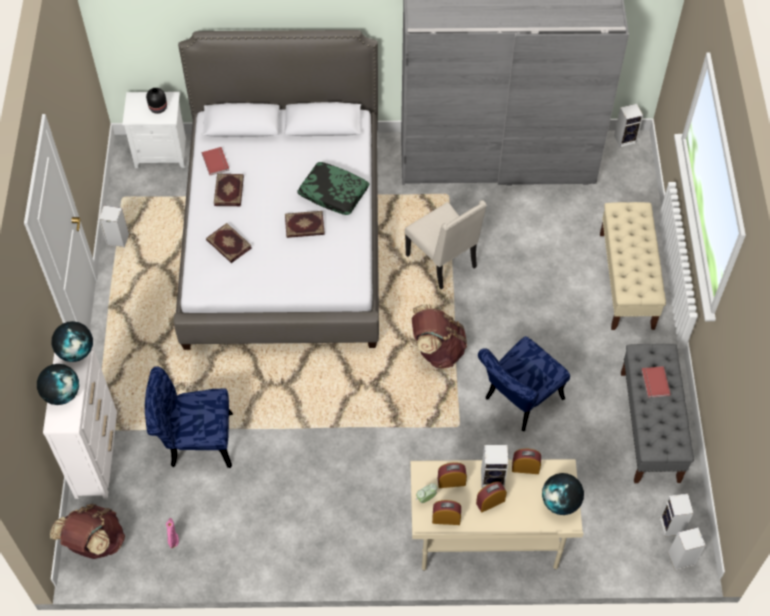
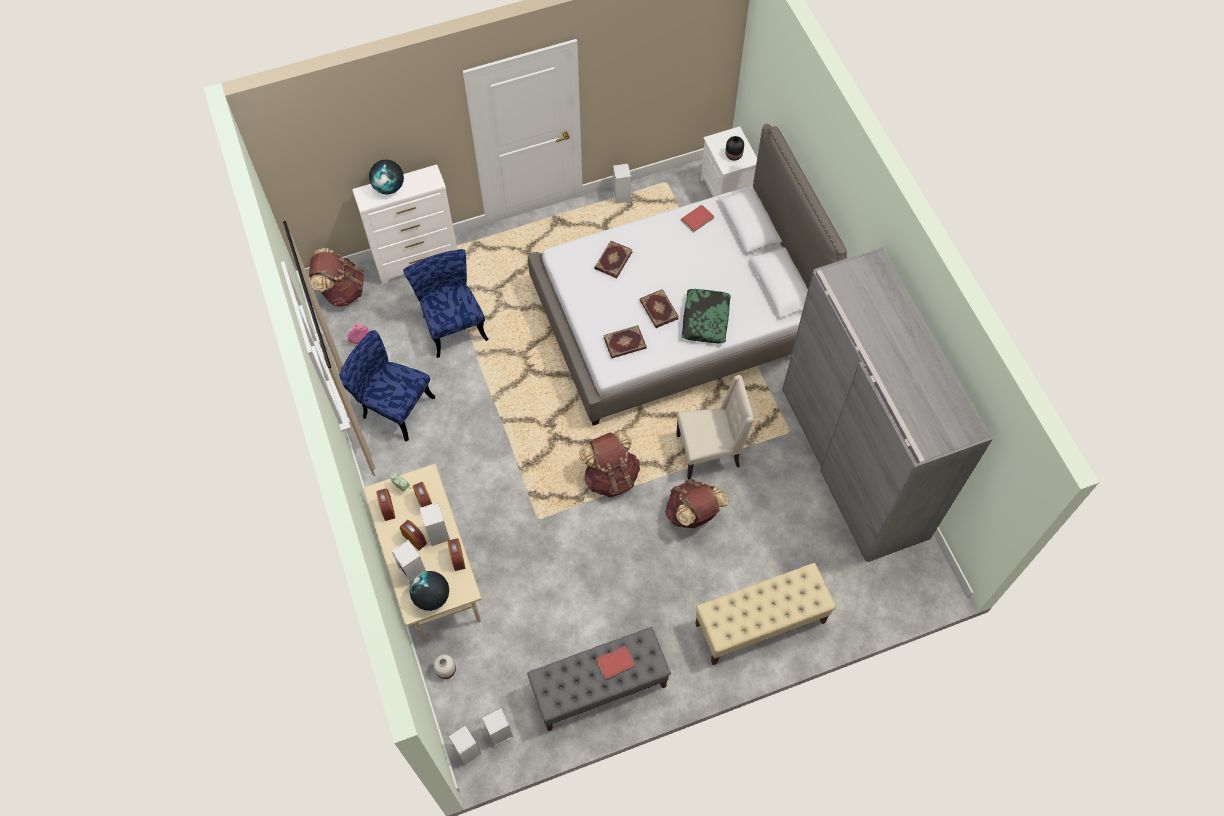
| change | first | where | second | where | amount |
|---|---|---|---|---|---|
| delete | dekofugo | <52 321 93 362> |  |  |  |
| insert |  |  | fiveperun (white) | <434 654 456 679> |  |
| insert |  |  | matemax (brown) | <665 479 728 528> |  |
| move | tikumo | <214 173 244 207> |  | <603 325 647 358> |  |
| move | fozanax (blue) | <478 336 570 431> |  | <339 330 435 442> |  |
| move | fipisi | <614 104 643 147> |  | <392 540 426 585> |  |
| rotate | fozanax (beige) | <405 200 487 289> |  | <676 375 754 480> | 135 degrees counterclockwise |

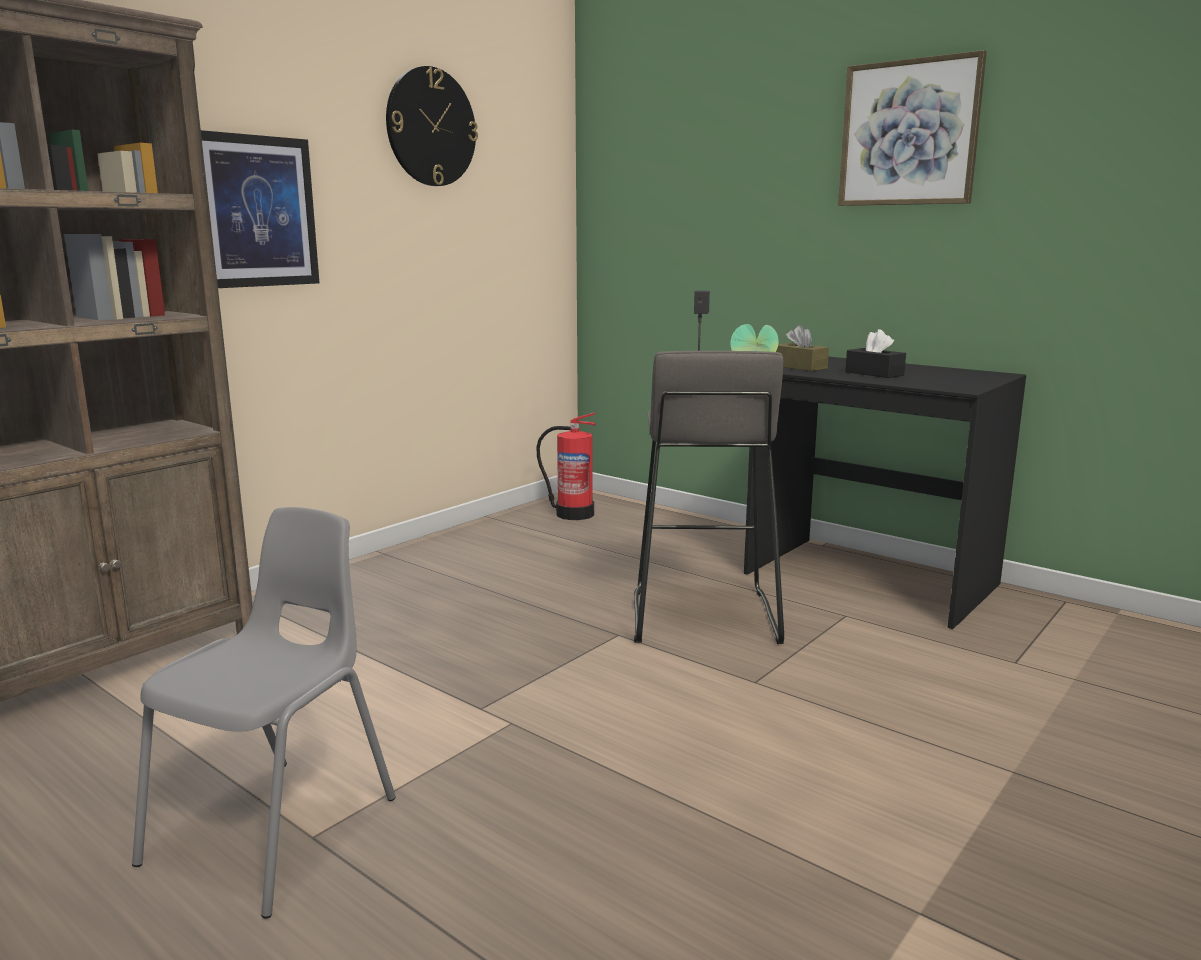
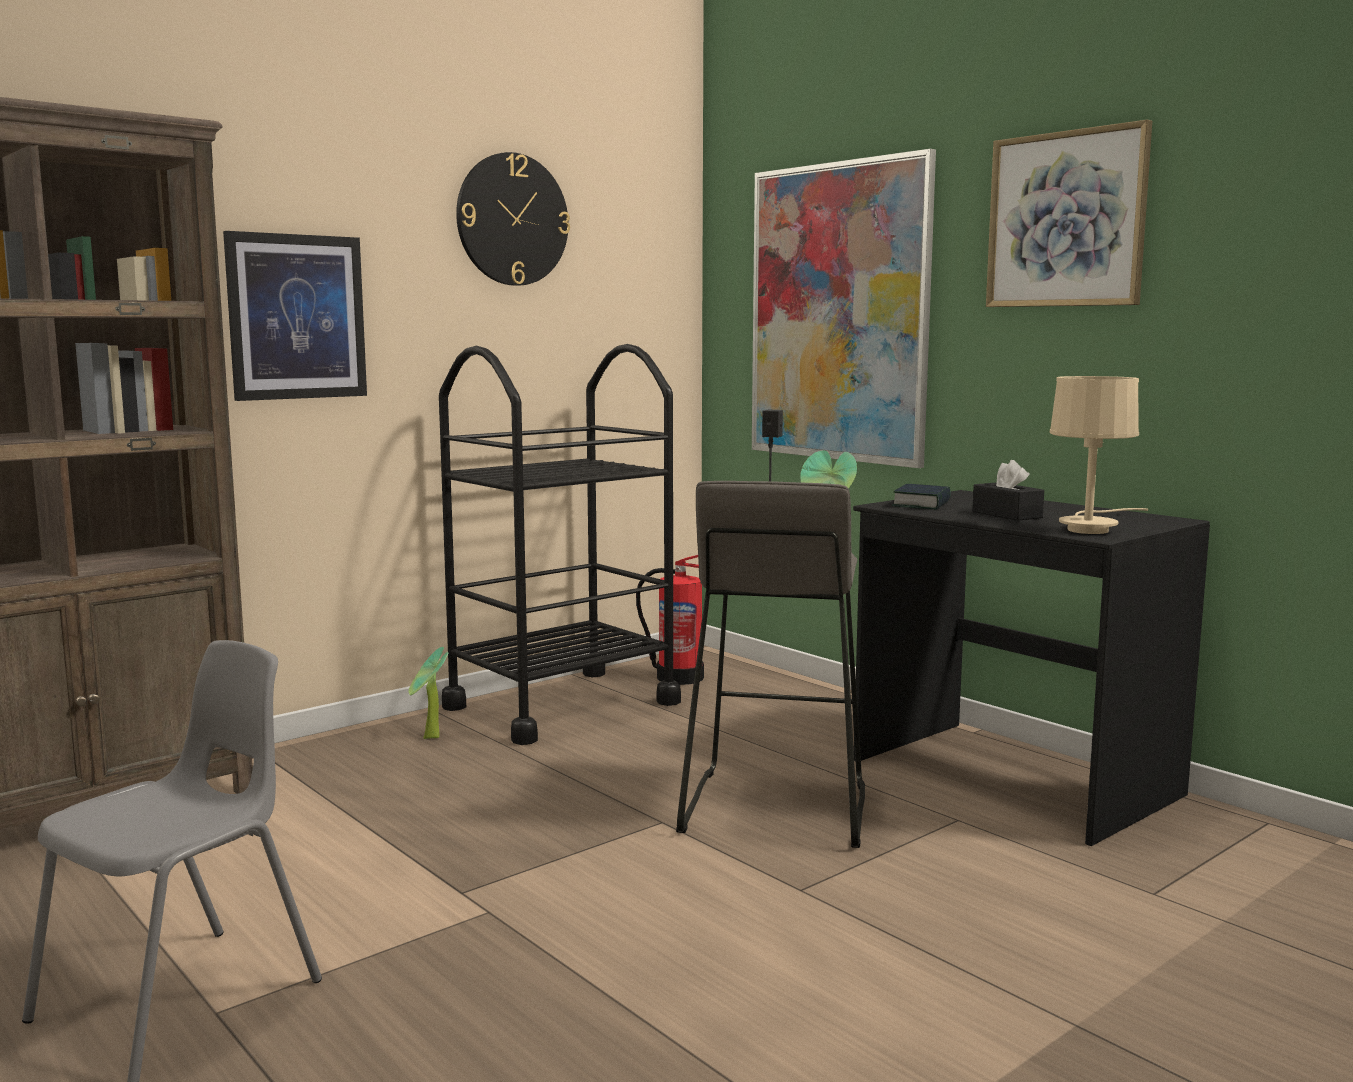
| change | first | where | second | where | amount |
|---|---|---|---|---|---|
| insert |  |  | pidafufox | <408 647 448 739> |  |
| insert |  |  | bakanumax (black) | <439 344 681 745> |  |
| insert |  |  | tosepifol | <752 149 936 468> |  |
| insert |  |  | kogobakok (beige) | <1050 376 1148 534> |  |
| replace | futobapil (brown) | <776 325 829 371> | tikumo | <892 484 951 510> |  |

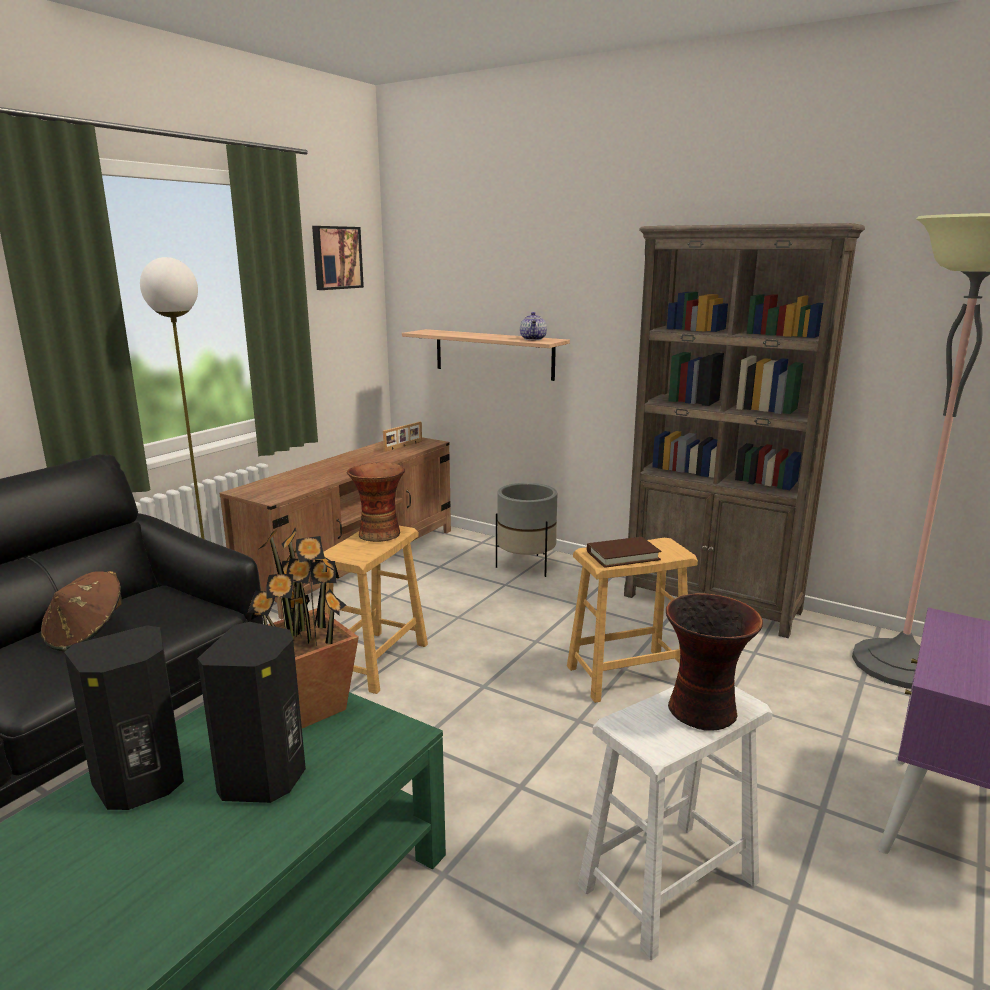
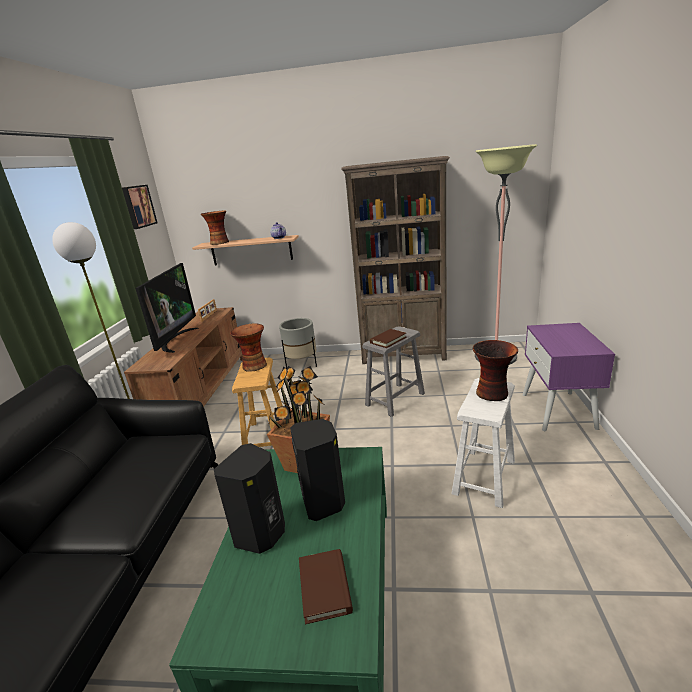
| change | first | where | second | where | amount |
|---|---|---|---|---|---|
| delete | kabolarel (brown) | <41 571 123 651> |  |  |  |
| insert |  |  | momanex | <135 263 198 353> |  |
| insert |  |  | fiveperun | <201 211 229 245> |  |
| insert |  |  | tikumo (brown) | <299 549 353 624> |  |
| recolor | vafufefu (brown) | <567 538 698 703> | vafufefu (grey) | <362 326 425 417> |  |

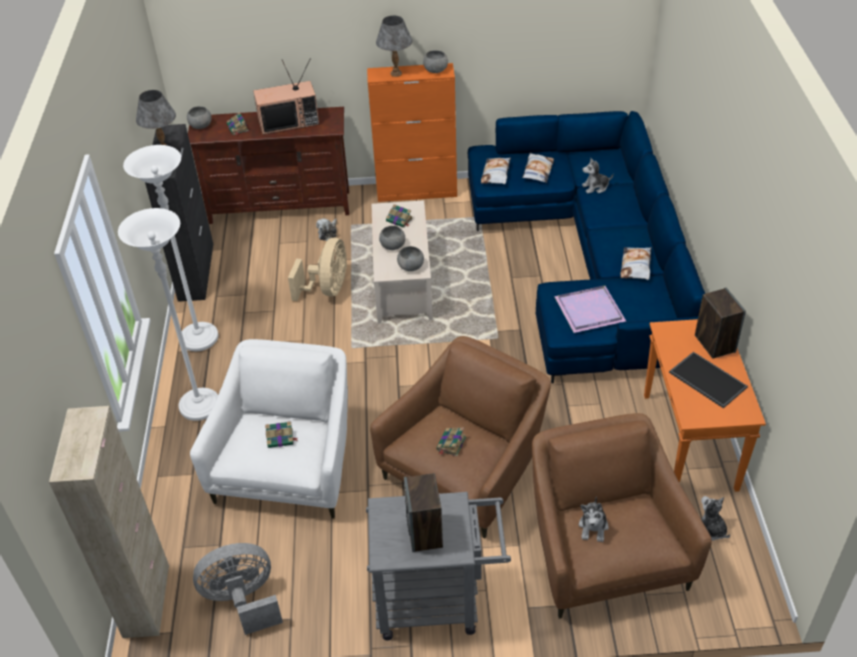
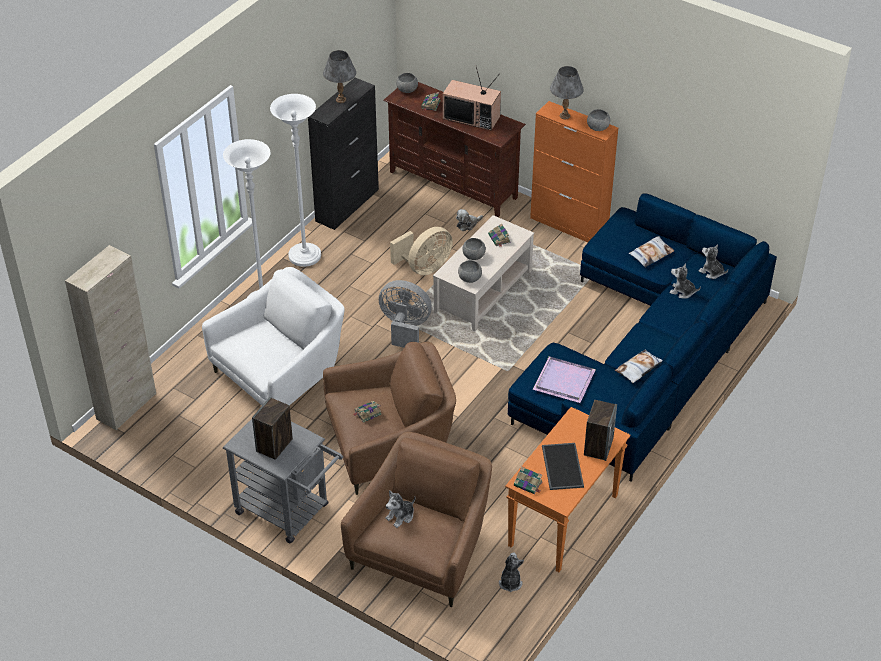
| change | first | where | second | where | amount |
|---|---|---|---|---|---|
| delete | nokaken | <481 158 511 184> |  |  |  |
| insert |  |  | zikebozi | <698 244 728 279> |  |
| move | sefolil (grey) | <193 543 283 635> |  | <379 280 432 348> |  |
| move | tikumo | <265 421 298 448> |  | <514 467 543 494> |  |

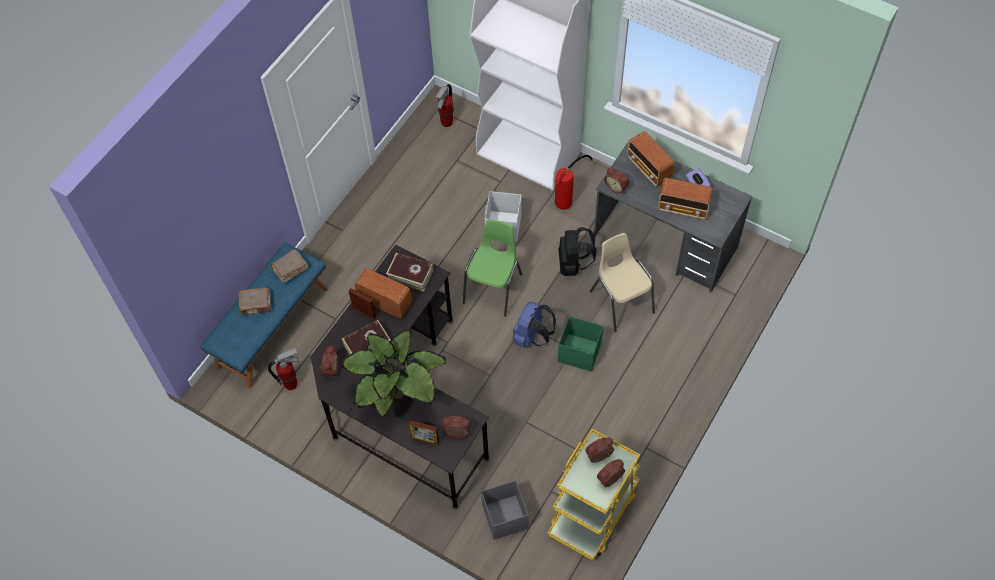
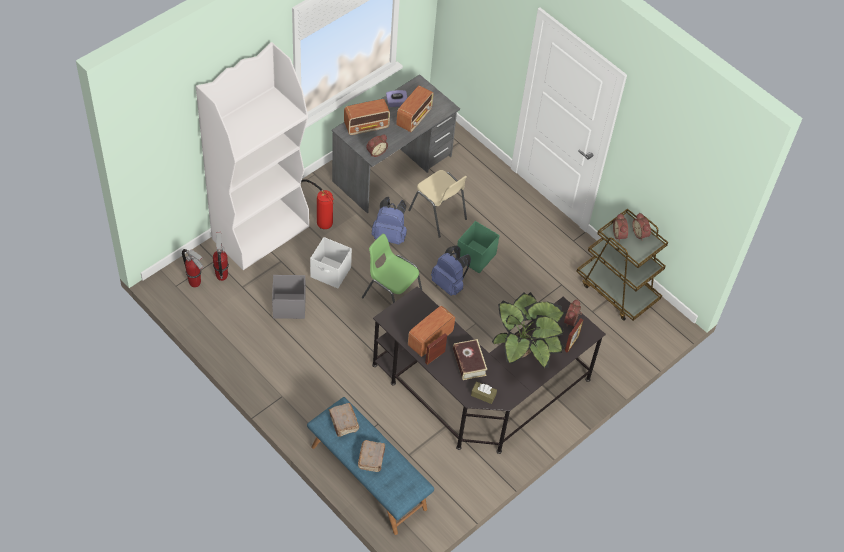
| change | first | where | second | where | amount |
|---|---|---|---|---|---|
| delete | tikumo | <386 253 434 292> |  |  |  |
| move | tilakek | <268 348 300 390> |  | <213 232 229 281> |  |
| move | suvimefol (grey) | <481 480 528 540> |  | <272 275 306 319> |  |
| replace | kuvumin | <320 345 339 378> | futobapil (brown) | <471 381 497 404> |  |
| recolor | bakanumax (yellow) | <547 429 640 561> | bakanumax (brown) | <576 209 668 321> |  |
| recolor | matemax (black) | <559 227 597 276> | matemax (blue) | <372 197 407 245> |  |
| rotate | fozanax (beige) | <590 233 655 332> |  | <408 170 467 238> | 120 degrees counterclockwise |

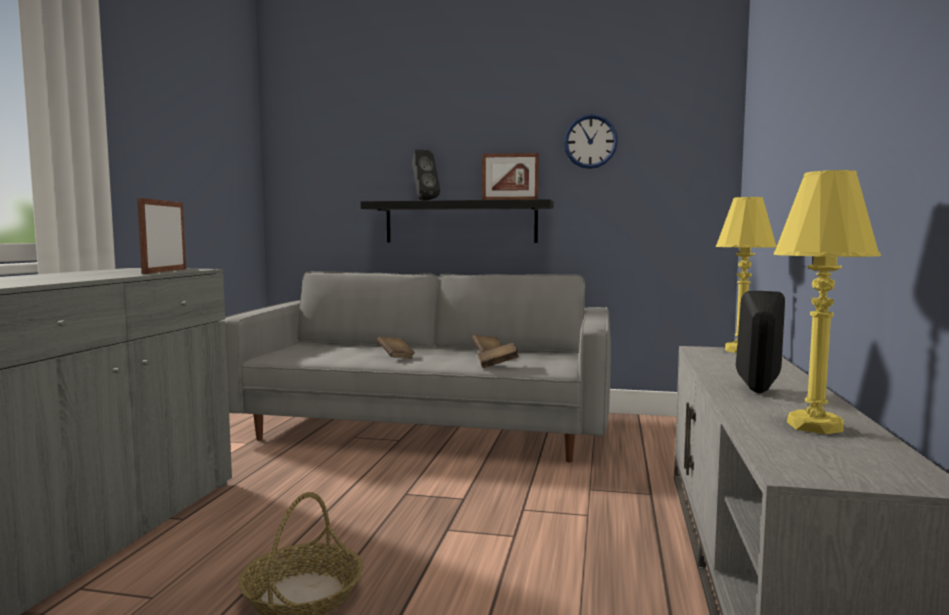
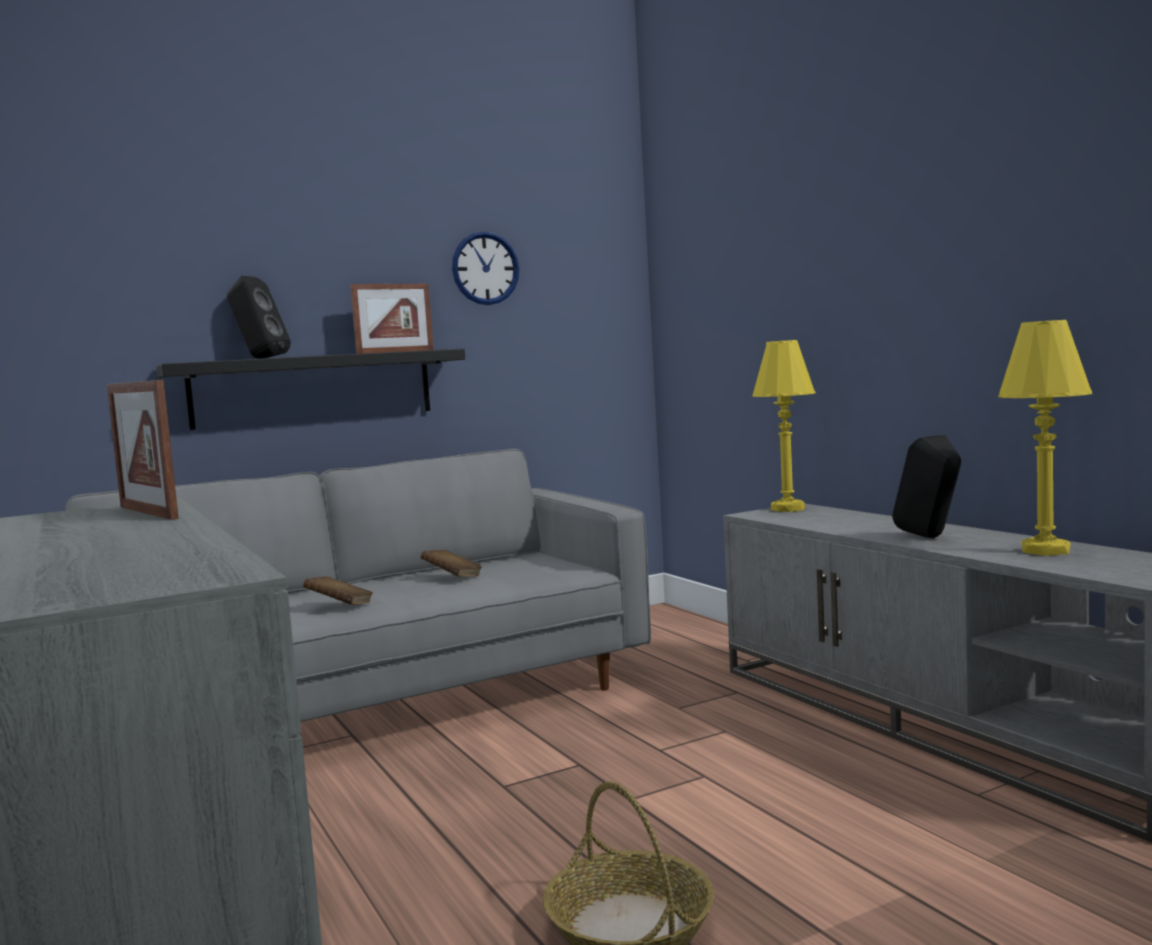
| change | first | where | second | where | amount |
|---|---|---|---|---|---|
| delete | tikumo (brown) | <477 343 519 368> |  |  |  |

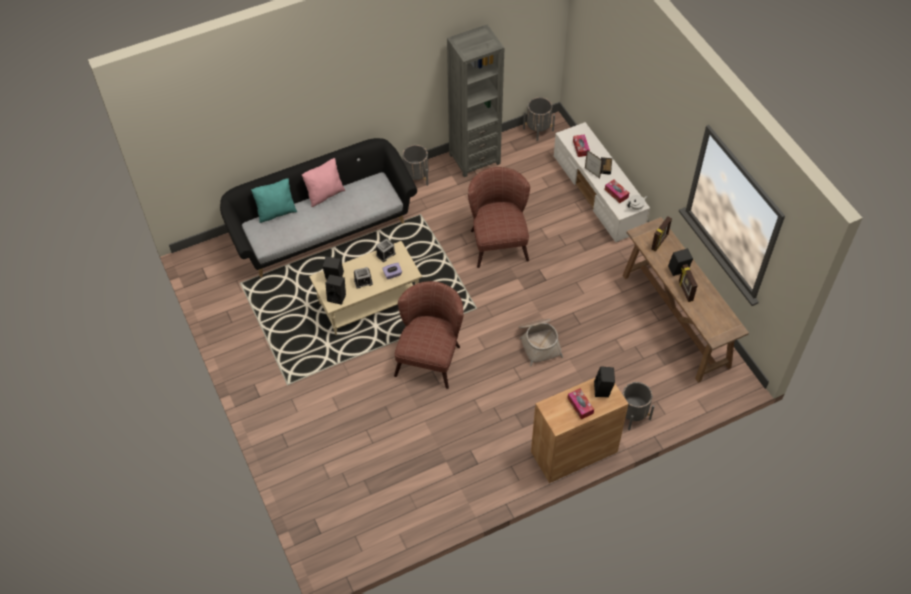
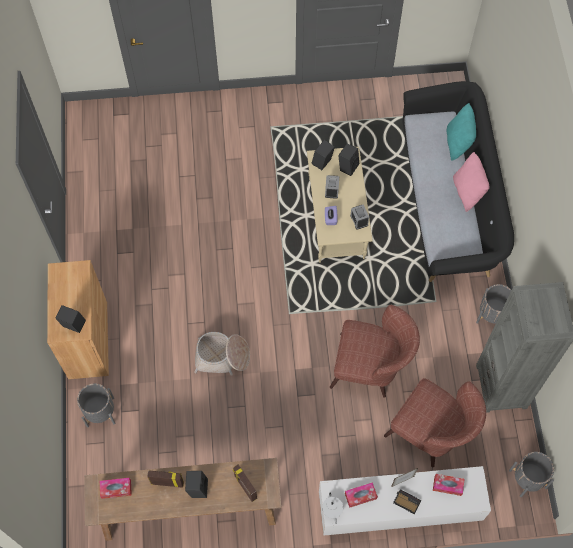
| change | first | where | second | where | amount |
|---|---|---|---|---|---|
| move | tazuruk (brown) | <394 281 464 389> |  | <384 378 486 468> |  |
| move | futobapil | <567 388 594 419> |  | <100 478 132 499> |  |

